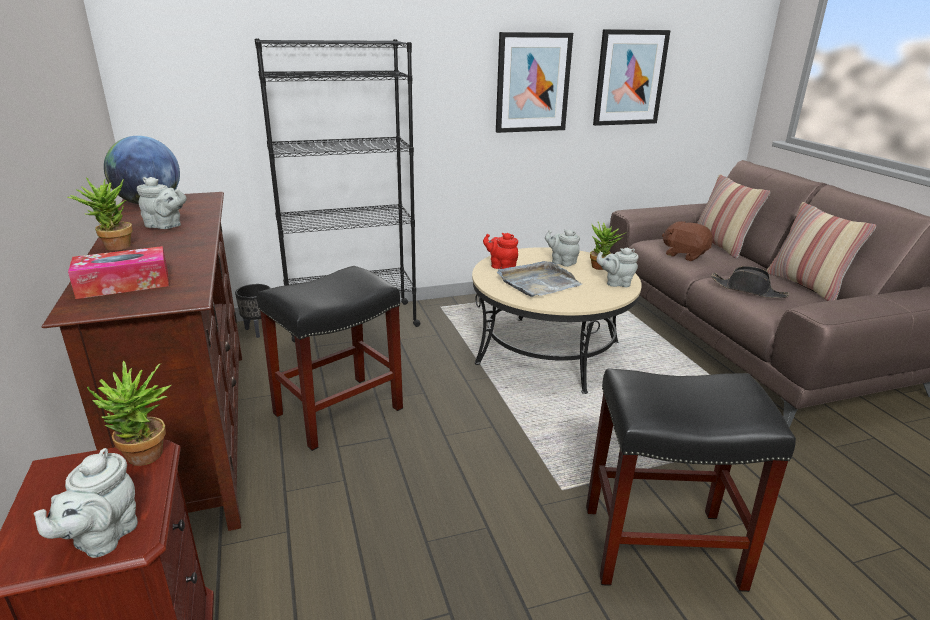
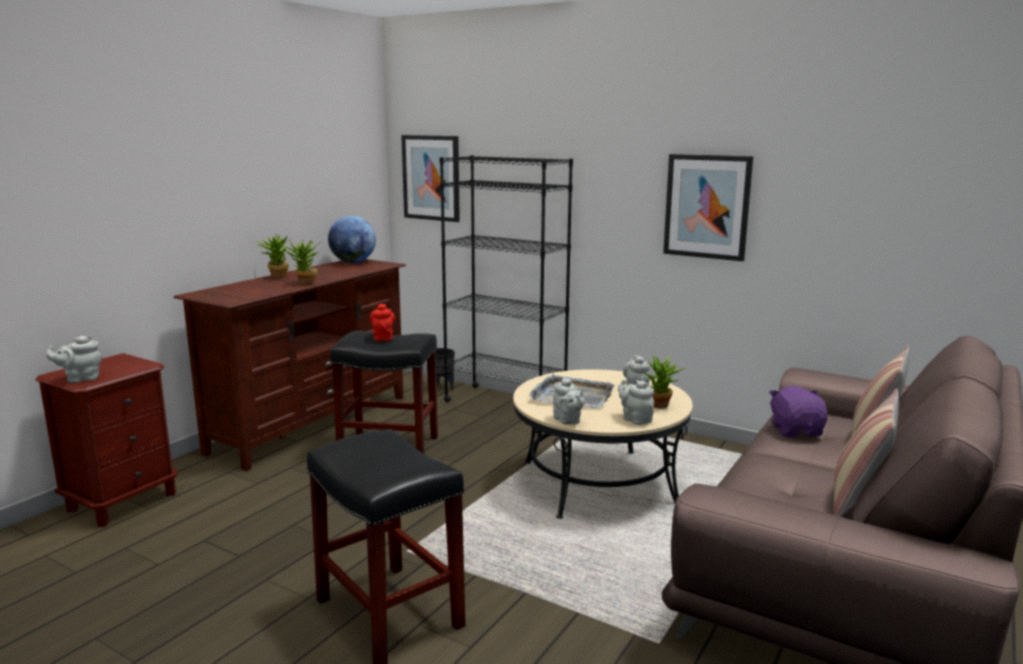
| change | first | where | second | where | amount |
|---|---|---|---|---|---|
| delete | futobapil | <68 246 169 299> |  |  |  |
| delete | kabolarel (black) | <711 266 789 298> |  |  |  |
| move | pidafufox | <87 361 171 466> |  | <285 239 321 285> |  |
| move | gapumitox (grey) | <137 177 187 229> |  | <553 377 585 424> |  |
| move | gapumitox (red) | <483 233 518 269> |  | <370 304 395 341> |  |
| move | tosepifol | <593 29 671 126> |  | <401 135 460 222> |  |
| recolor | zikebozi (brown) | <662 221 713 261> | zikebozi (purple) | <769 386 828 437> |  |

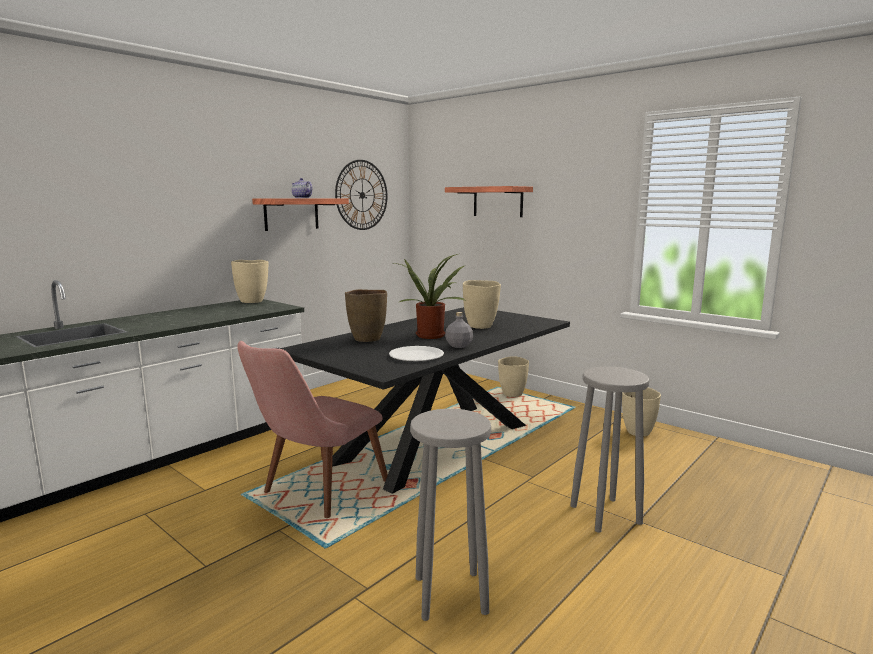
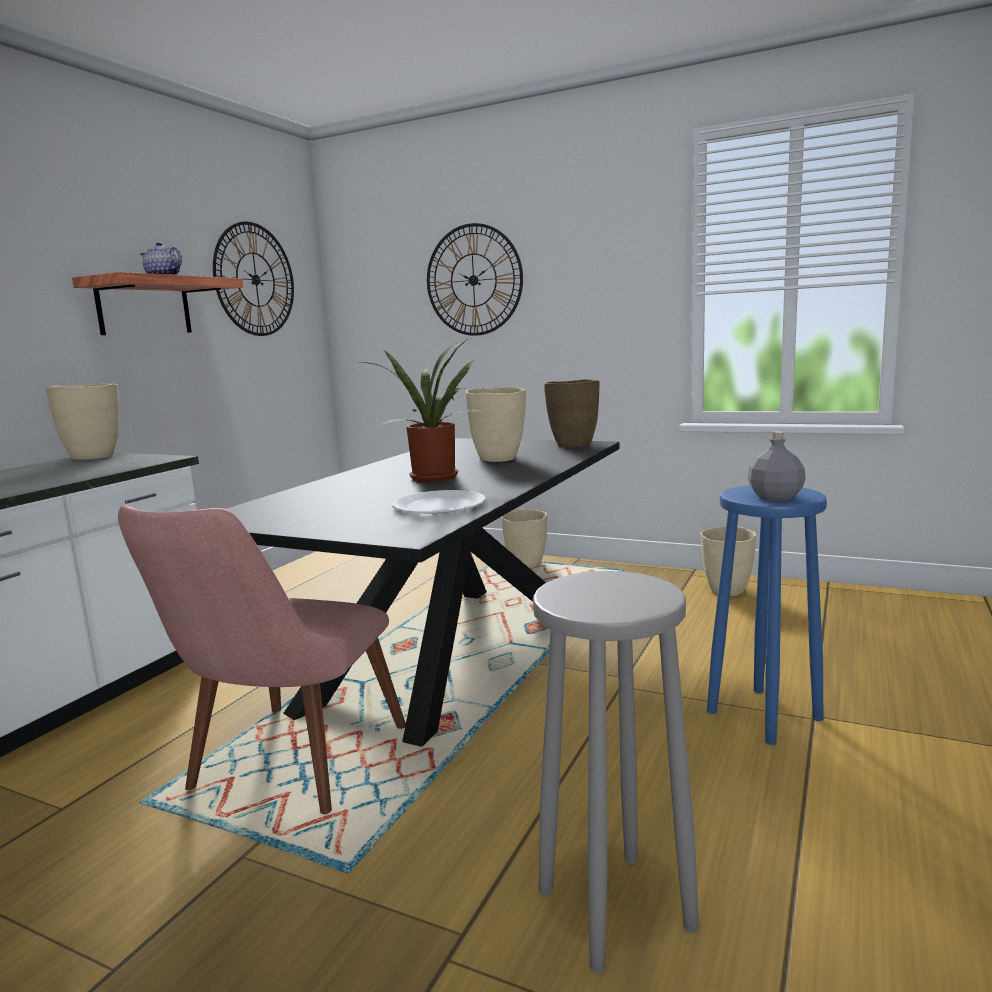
| change | first | where | second | where | amount |
|---|---|---|---|---|---|
| move | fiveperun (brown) | <345 289 387 342> |  | <544 379 599 447> |  |
| move | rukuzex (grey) | <445 312 473 348> |  | <748 431 805 501> |  |
| replace | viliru | <445 186 533 217> | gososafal | <427 223 523 336> |  |
| recolor | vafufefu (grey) | <570 366 649 533> | vafufefu (blue) | <707 485 827 745> |  |

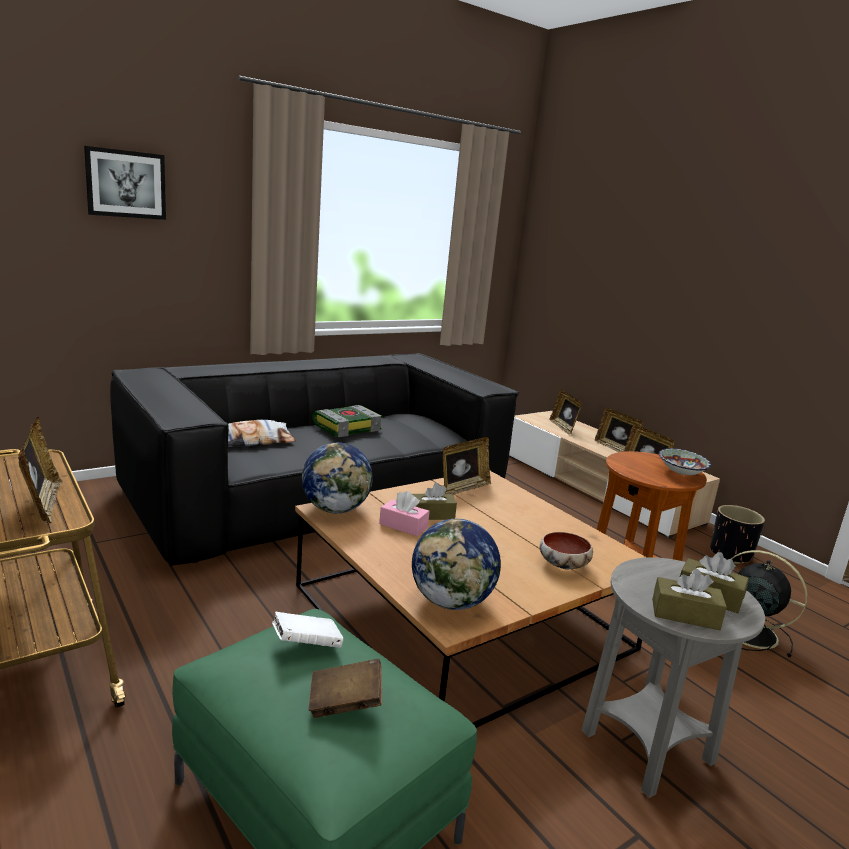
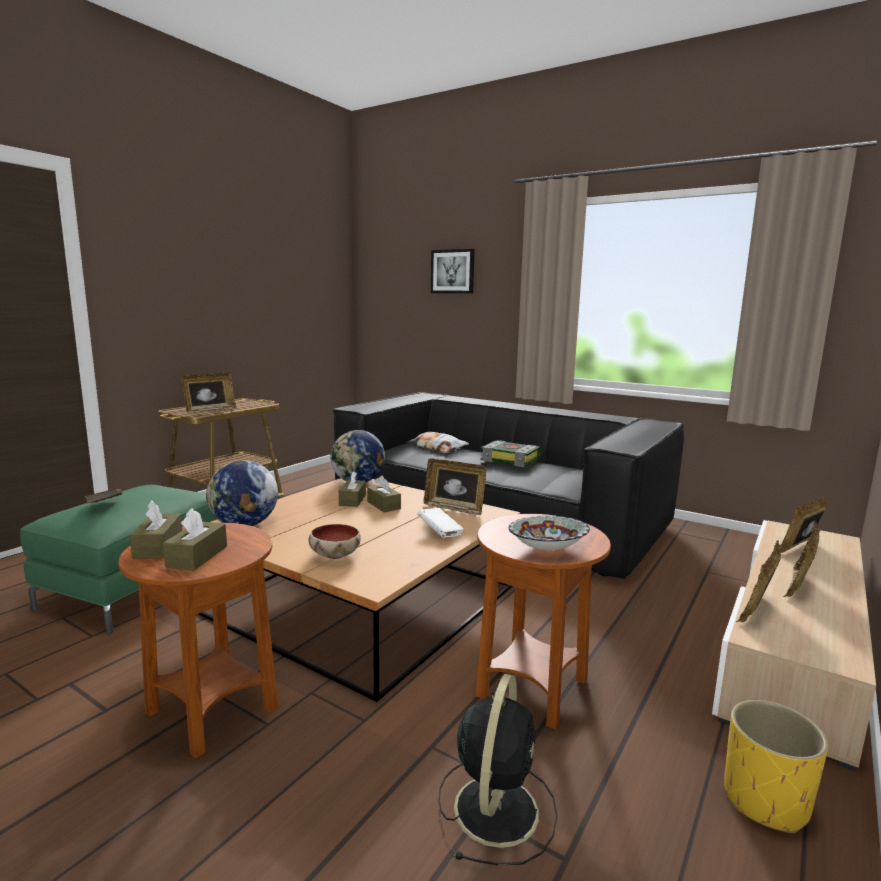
| change | first | where | second | where | amount |
|---|---|---|---|---|---|
| move | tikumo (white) | <272 612 343 648> |  | <417 508 464 538> |  |
| recolor | futobapil (pink) | <379 491 430 536> | futobapil (brown) | <339 471 366 507> |  |
| recolor | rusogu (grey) | <581 557 765 798> | rusogu (brown) | <118 523 278 758> |  |
| recolor | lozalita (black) | <710 505 765 564> | lozalita (yellow) | <724 700 828 833> |  |

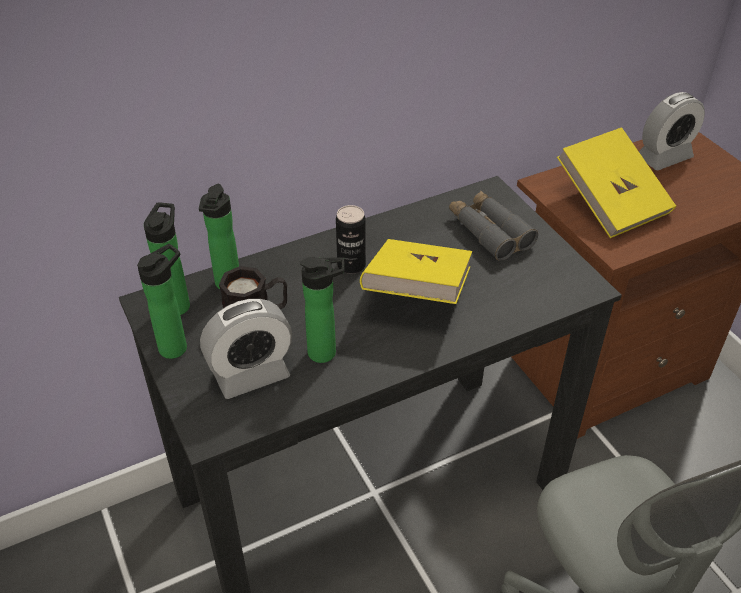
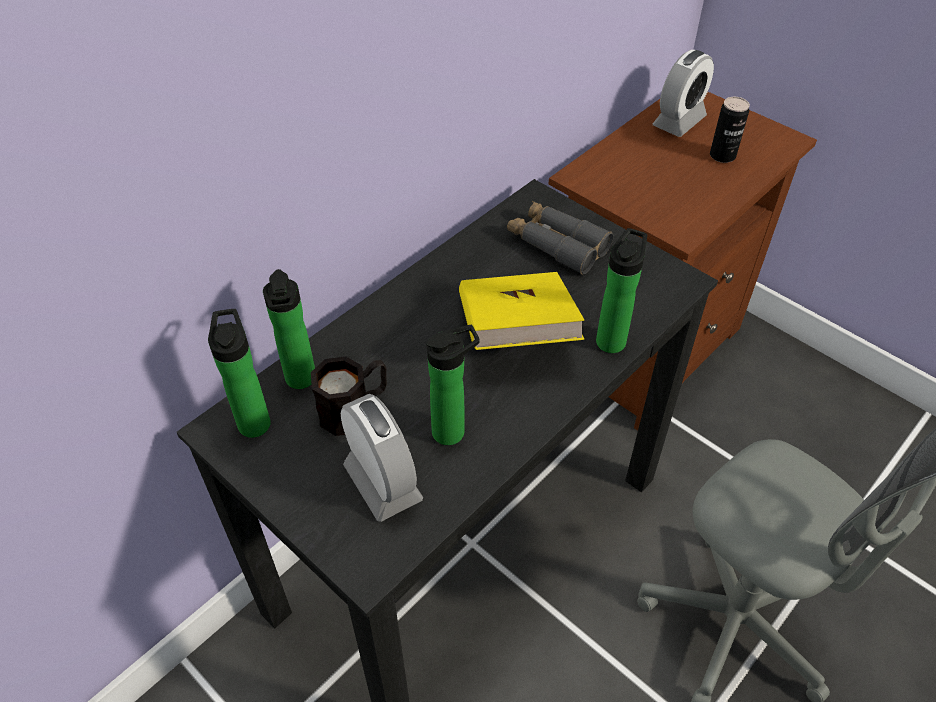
| change | first | where | second | where | amount |
|---|---|---|---|---|---|
| delete | tikumo (yellow) | <557 127 676 238> |  |  |  |
| move | rukuzex | <137 244 187 359> |  | <596 228 647 353> |  |
| move | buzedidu | <336 205 366 274> |  | <710 97 750 163> |  |
| rotate | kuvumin | <200 299 292 399> |  | <341 394 423 522> | 75 degrees counterclockwise |

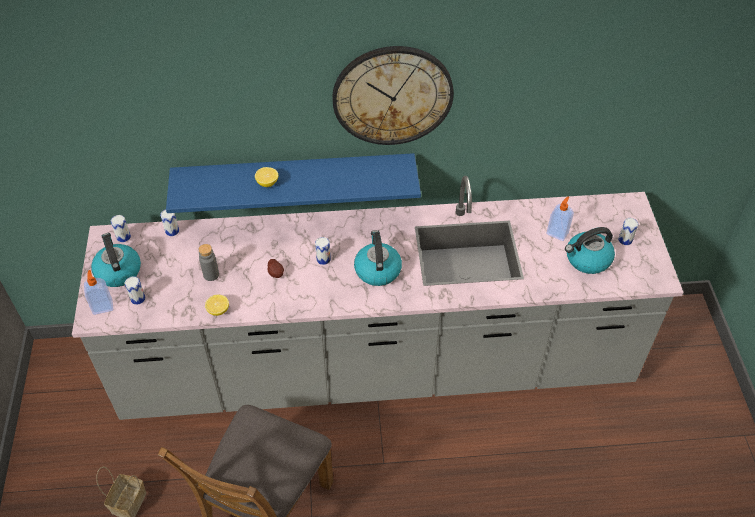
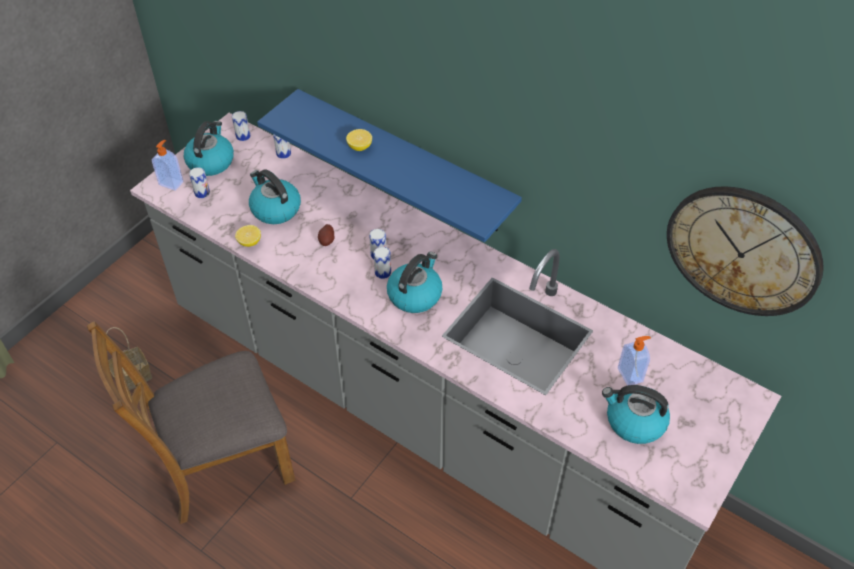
| change | first | where | second | where | amount |
|---|---|---|---|---|---|
| move | gososafal | <332 46 454 145> |  | <667 186 824 316> |  |
| move | buzedidu | <618 218 638 245> |  | <374 247 391 279> |  |
| replace | rukuzex (grey) | <198 244 219 281> | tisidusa | <249 169 301 224> |  |

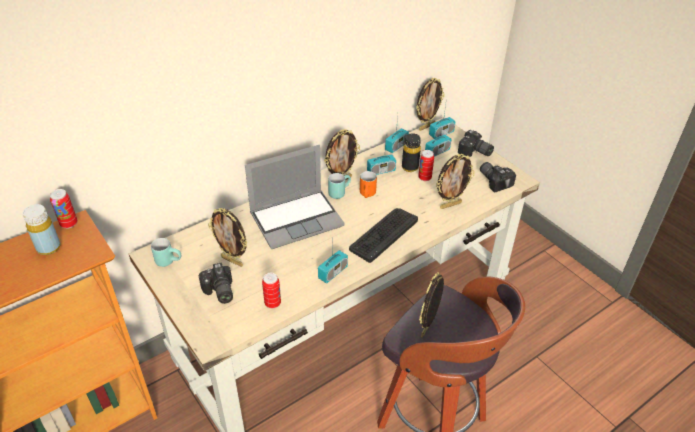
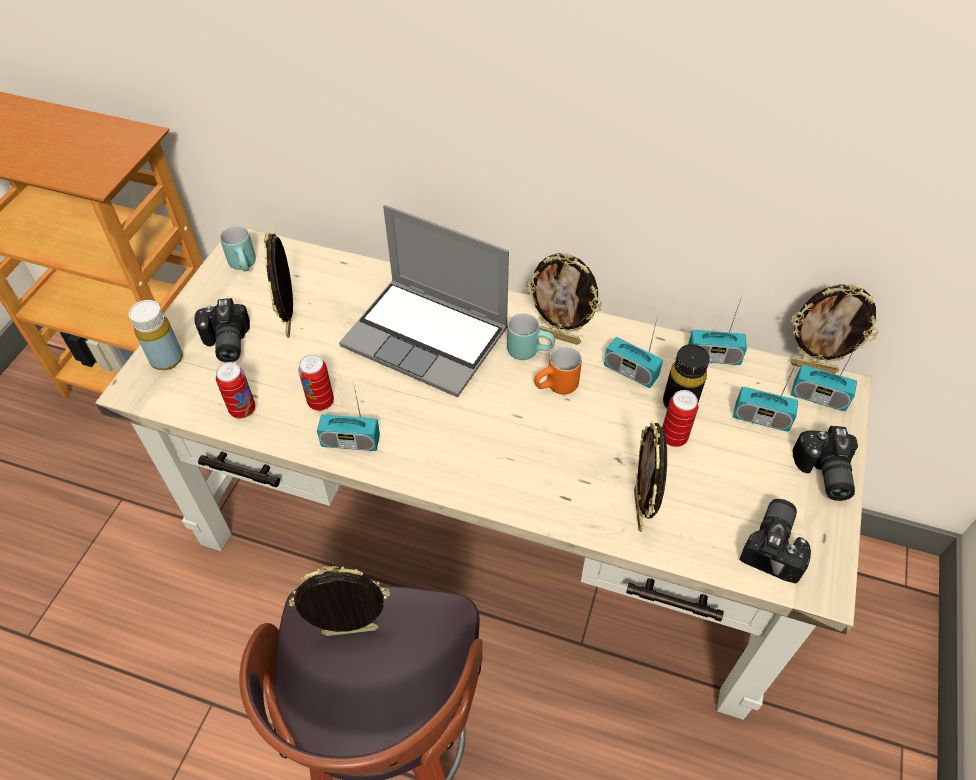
| change | first | where | second | where | amount |
|---|---|---|---|---|---|
| delete | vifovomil | <349 208 418 263> |  |  |  |
| move | rukuzex (yellow) | <22 204 60 255> |  | <129 300 183 370> |  |
| move | buzedidu | <50 189 78 229> |  | <298 354 334 411> |  |
| rotate | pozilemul | <199 263 233 304> |  | <194 298 250 362> | 45 degrees counterclockwise |
| rotate | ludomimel | <436 154 475 209> |  | <634 421 667 532> | 60 degrees clockwise |

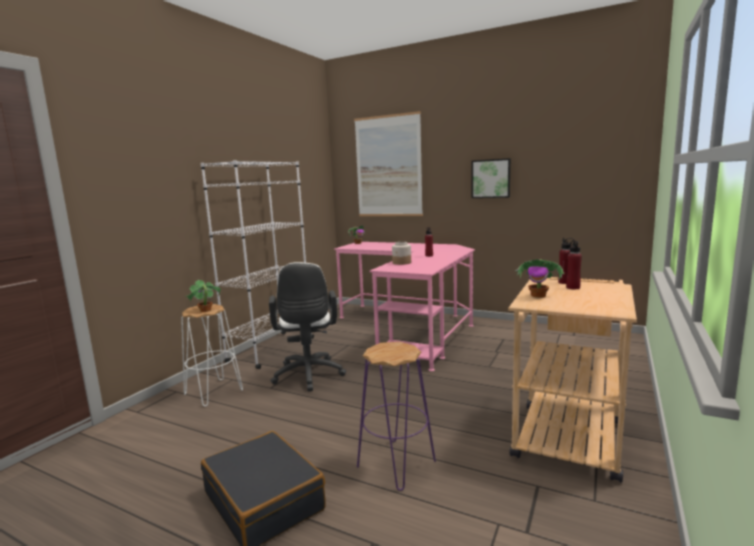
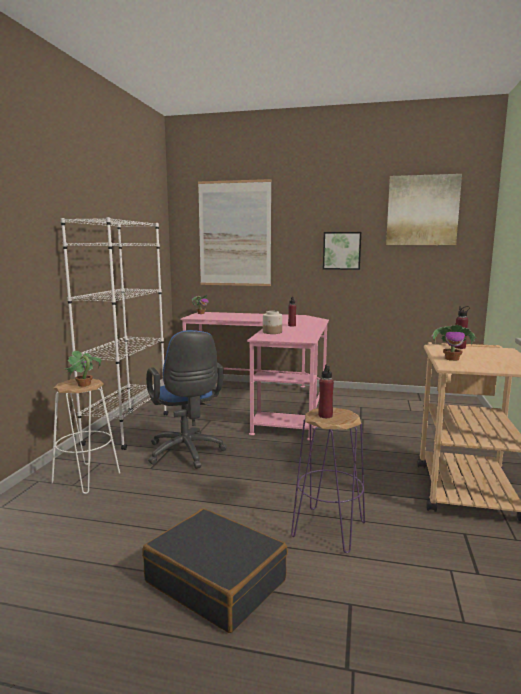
| change | first | where | second | where | amount |
|---|---|---|---|---|---|
| insert |  |  | tosepifol | <386 174 462 245> |  |
| move | rukuzex (red) | <566 240 582 289> |  | <318 365 334 418> |  |
| recolor | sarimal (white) | <269 262 346 391> | sarimal (blue) | <146 330 227 469> |  |

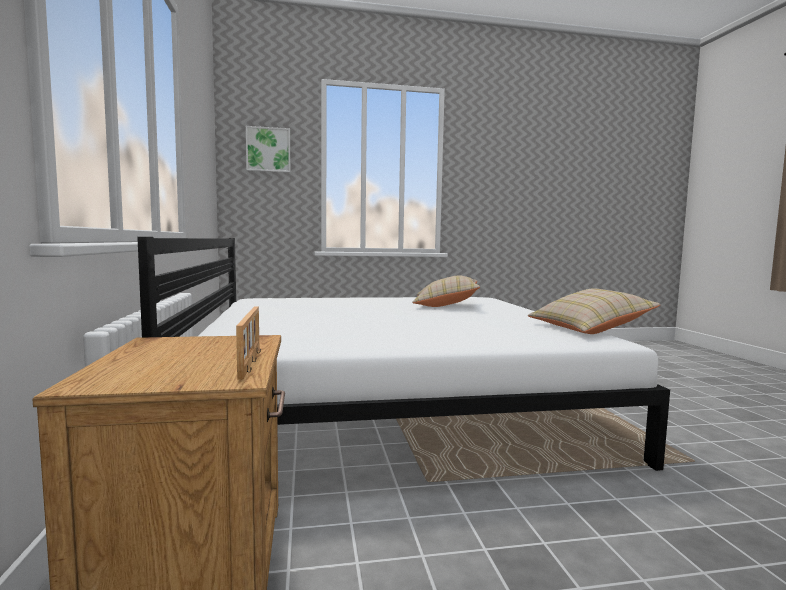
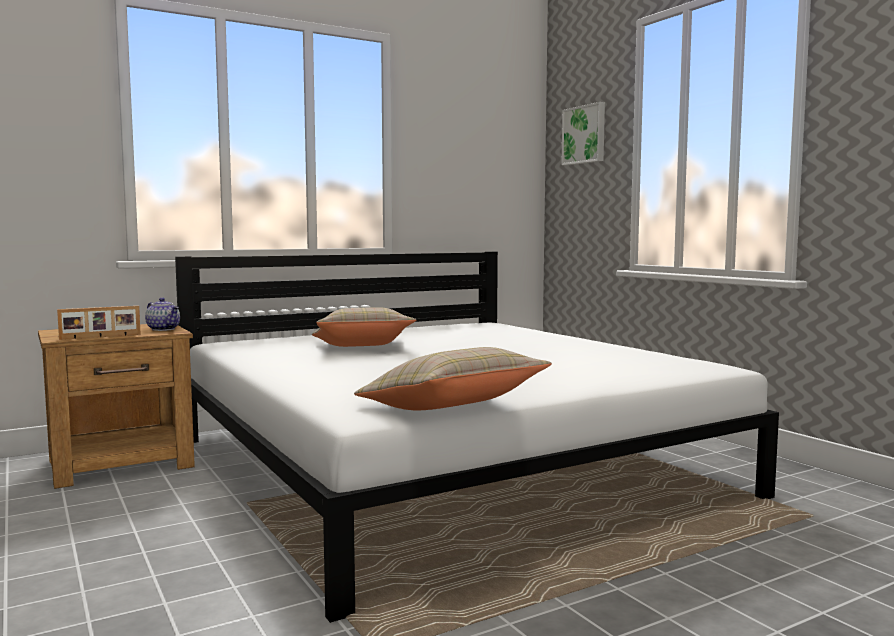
| change | first | where | second | where | amount |
|---|---|---|---|---|---|
| insert |  |  | gapumitox | <145 298 180 331> |  |
| move | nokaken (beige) | <413 275 480 307> |  | <312 307 416 347> |  |

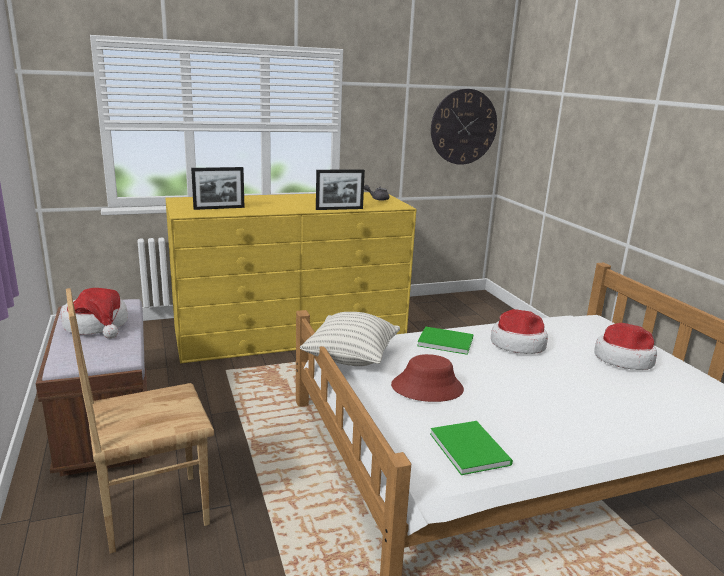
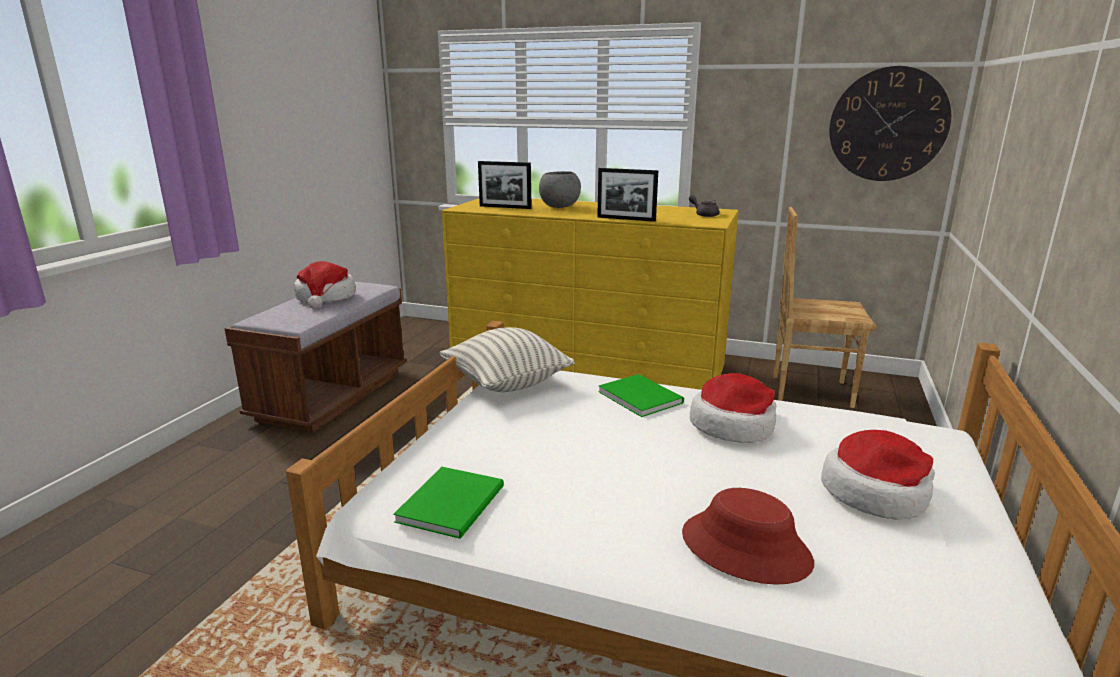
| change | first | where | second | where | amount |
|---|---|---|---|---|---|
| insert |  |  | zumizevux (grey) | <539 171 581 208> |  |
| move | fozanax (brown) | <66 288 214 554> |  | <773 207 877 408> |  |
| move | kabolarel (red) | <391 354 464 402> |  | <682 488 814 585> |  |

